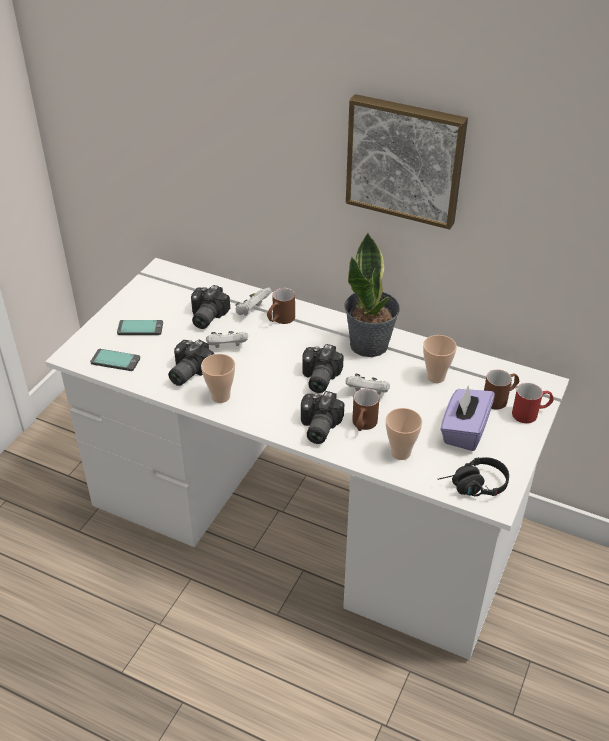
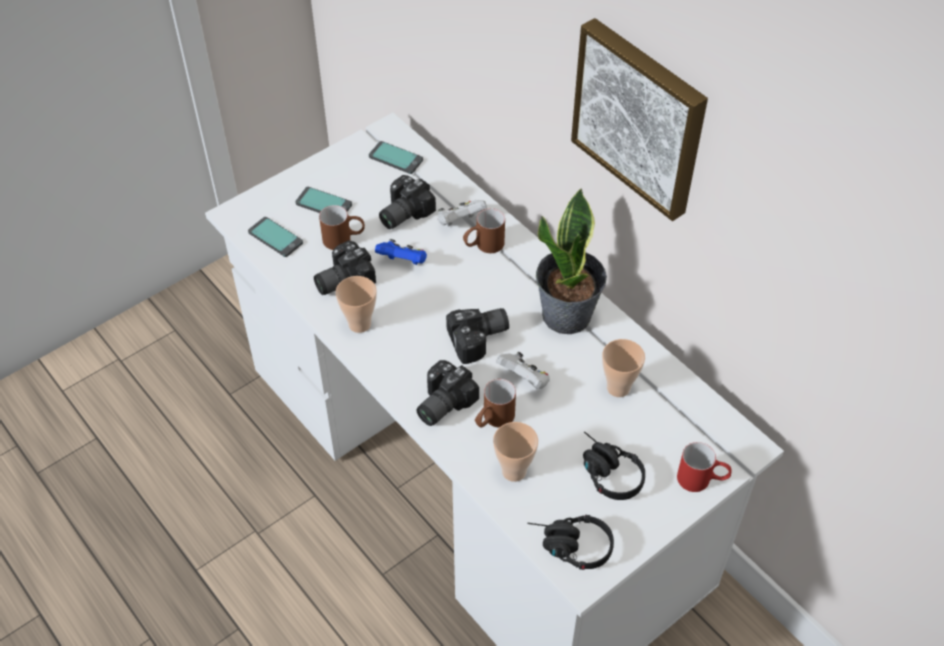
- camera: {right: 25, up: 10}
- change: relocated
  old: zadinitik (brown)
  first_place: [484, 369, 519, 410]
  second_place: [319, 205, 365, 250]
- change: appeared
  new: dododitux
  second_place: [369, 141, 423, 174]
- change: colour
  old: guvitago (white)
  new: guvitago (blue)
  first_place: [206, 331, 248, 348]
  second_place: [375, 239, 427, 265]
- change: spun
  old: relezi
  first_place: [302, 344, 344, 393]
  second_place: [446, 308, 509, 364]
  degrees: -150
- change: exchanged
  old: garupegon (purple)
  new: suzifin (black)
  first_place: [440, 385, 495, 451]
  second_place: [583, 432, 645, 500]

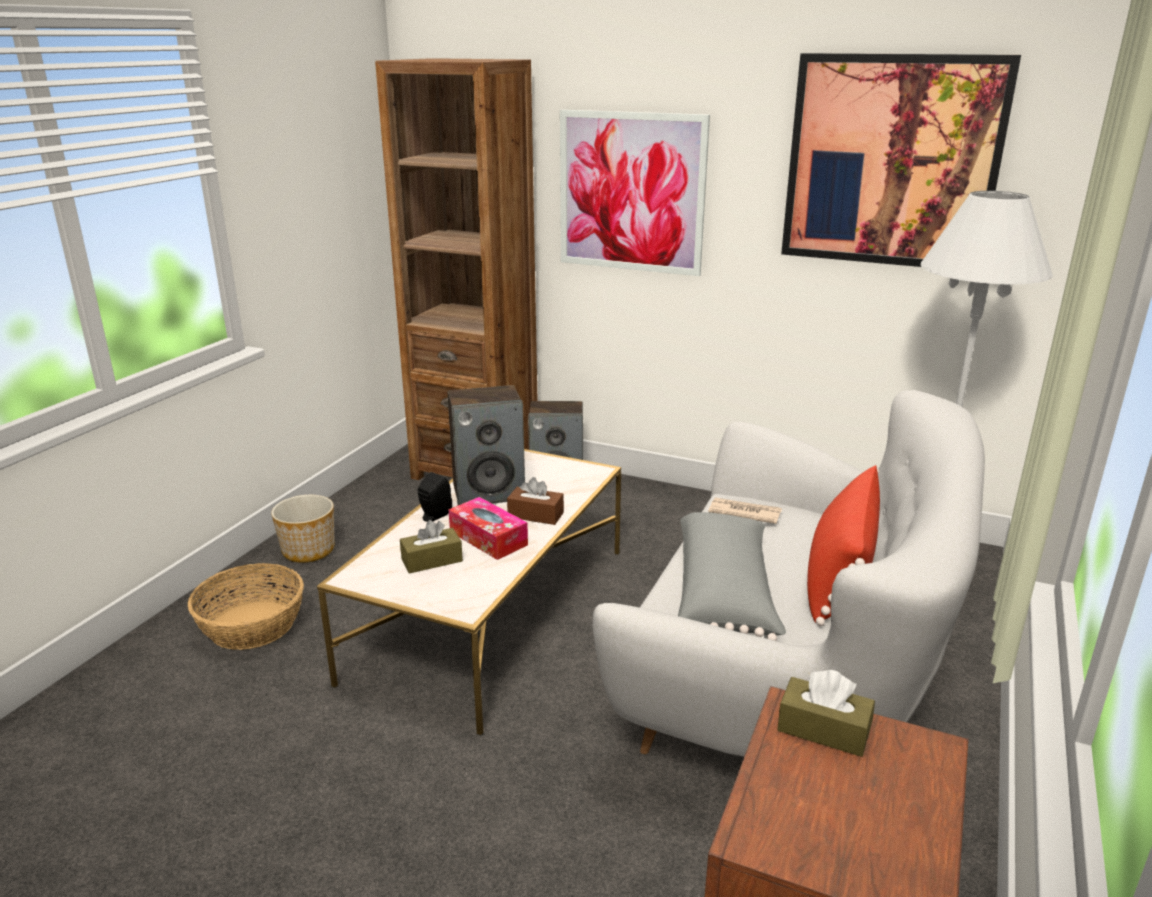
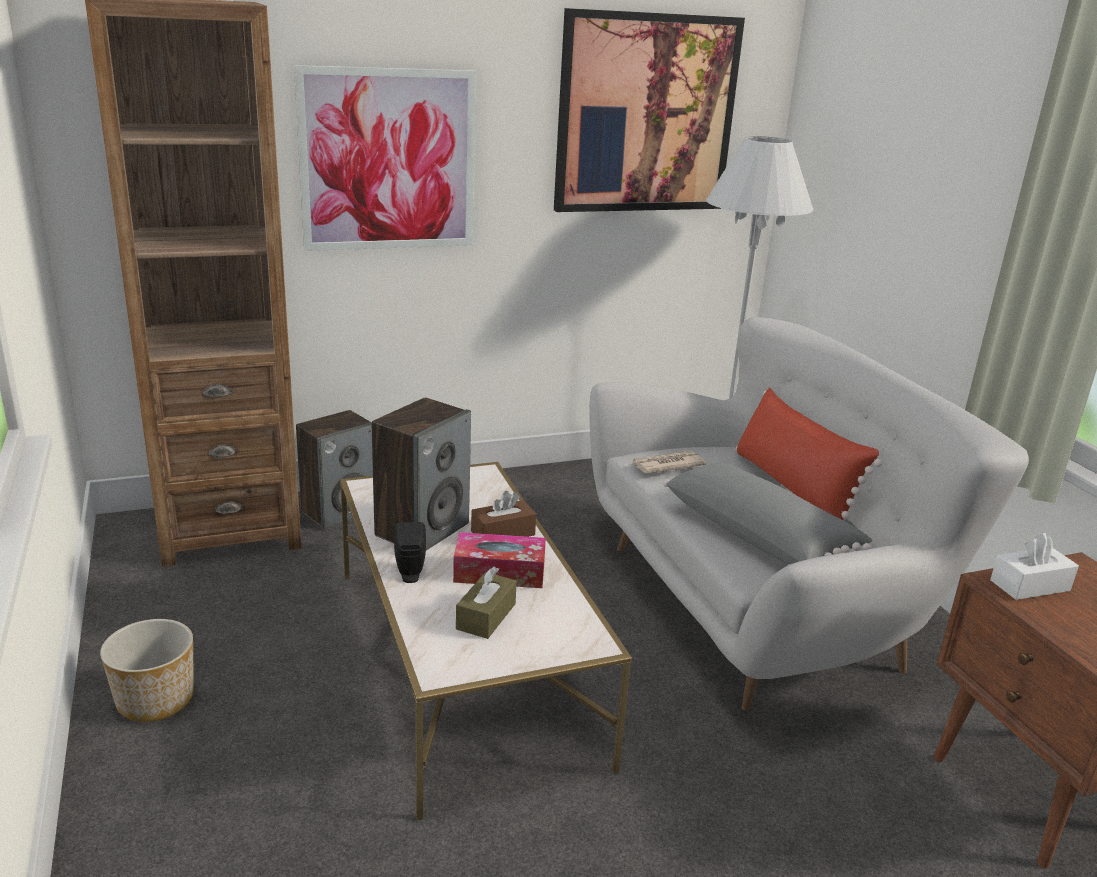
- camera: {right: -45, up: 0}
- change: colour
  old: garupegon (brown)
  new: garupegon (white)
  first_place: [777, 670, 875, 757]
  second_place: [990, 533, 1079, 600]
- change: missing
  old: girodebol
  first_place: [188, 563, 304, 650]

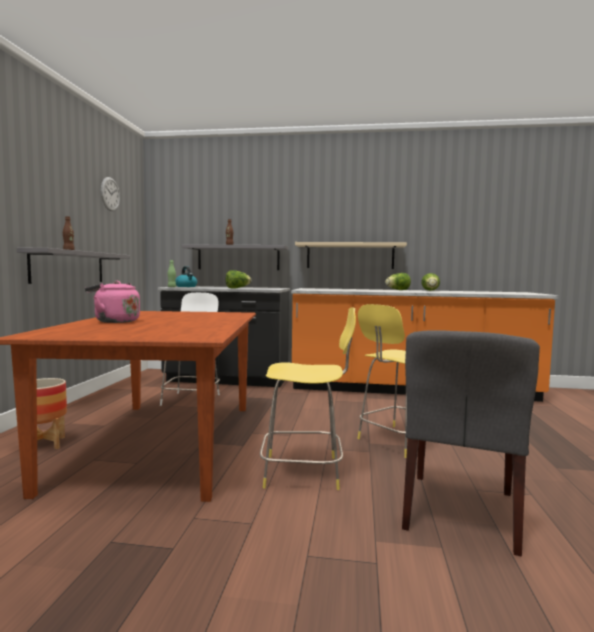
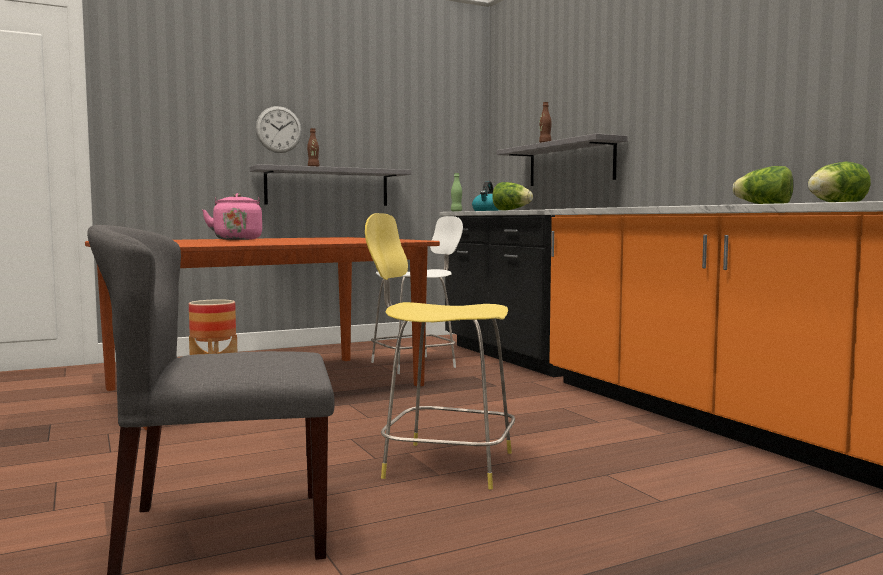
- camera: {right: 55, up: 0}
- change: relocated
  old: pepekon
  first_place: [101, 177, 120, 211]
  second_place: [256, 106, 302, 153]
- change: missing
  old: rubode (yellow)
  first_place: [260, 307, 356, 490]
- change: missing
  old: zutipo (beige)
  first_place: [295, 242, 407, 269]

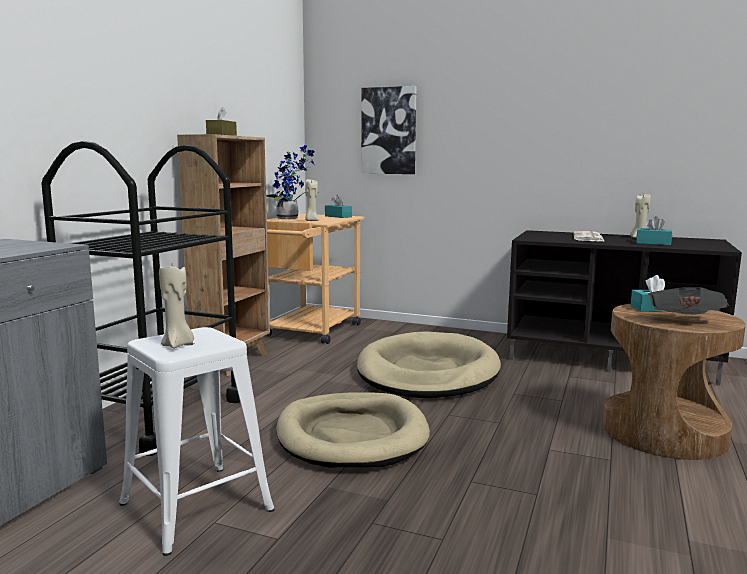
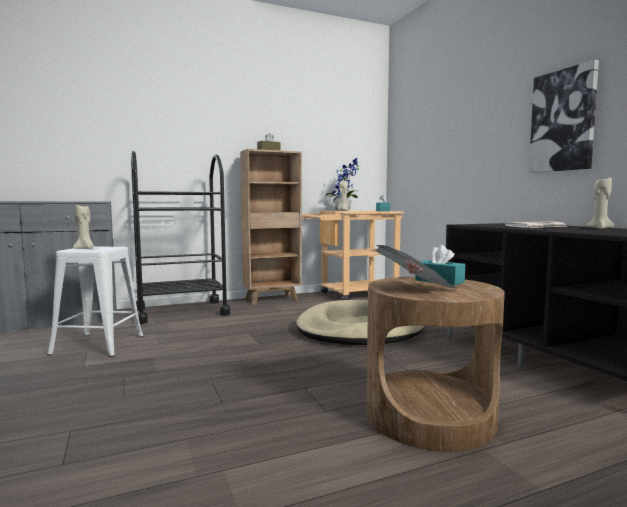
- camera: {right: 45, up: -5}
- change: relocated
  old: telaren
  first_place: [361, 86, 417, 174]
  second_place: [529, 60, 599, 173]
- change: missing
  old: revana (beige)
  first_place: [276, 392, 430, 468]
- change: missing
  old: garupegon (turquoise)
  first_place: [636, 216, 672, 245]

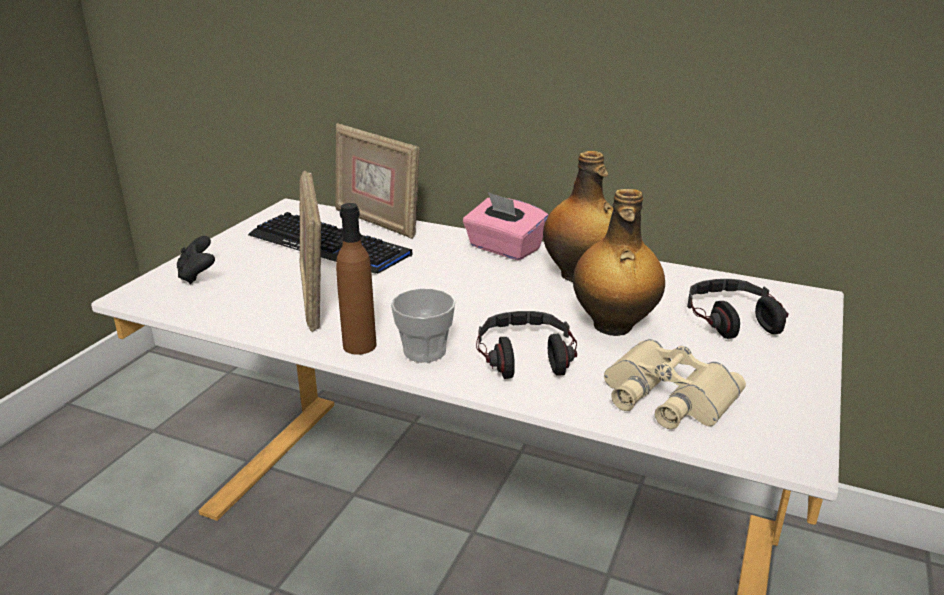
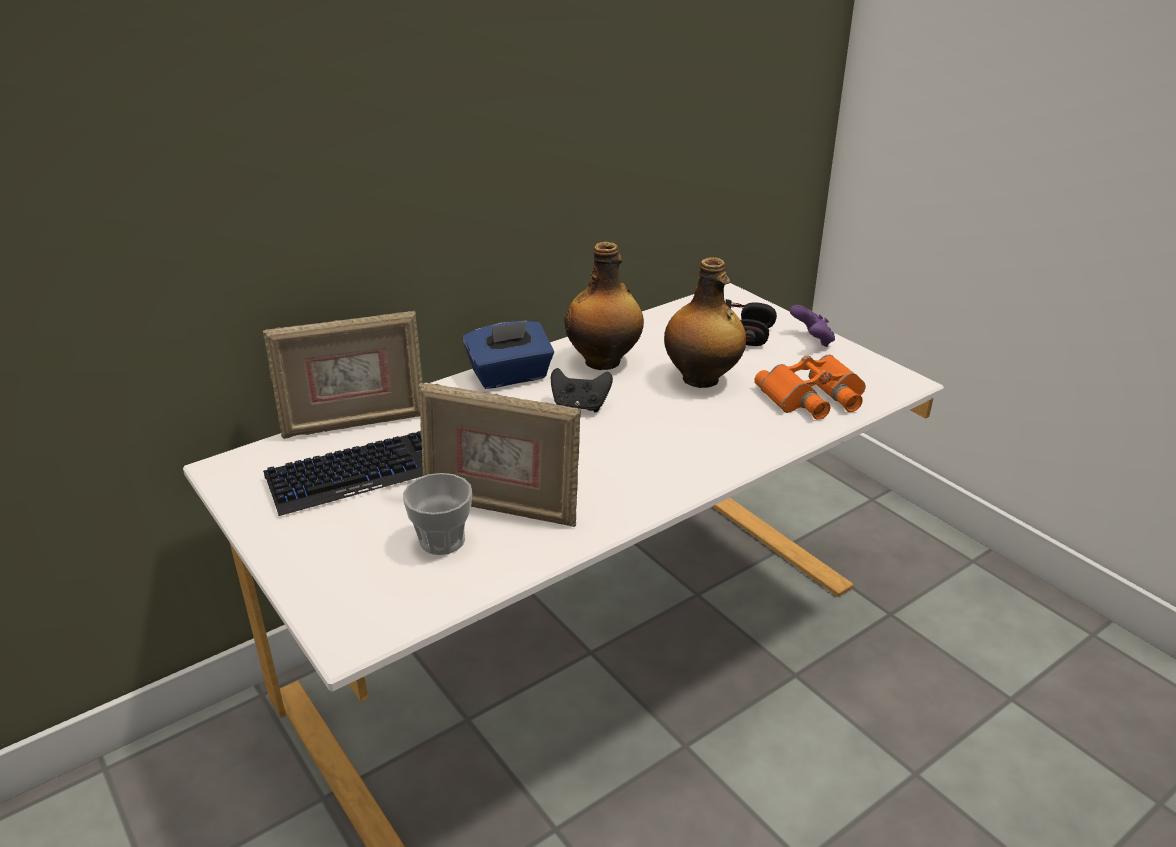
- camera: {right: -60, up: 5}
- change: relocated
  old: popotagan
  first_place: [391, 288, 456, 363]
  second_place: [403, 473, 472, 555]
- change: colour
  old: garupegon (pink)
  new: garupegon (blue)
  first_place: [463, 192, 549, 261]
  second_place: [463, 321, 554, 389]
- change: relocated
  old: guvitago (black)
  first_place: [177, 236, 215, 284]
  second_place: [551, 368, 613, 412]
- change: colour
  old: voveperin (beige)
  new: voveperin (orange)
  first_place: [604, 339, 746, 429]
  second_place: [754, 354, 866, 420]
- change: appeared
  new: guvitago (purple)
  second_place: [790, 305, 835, 347]
- change: missing
  old: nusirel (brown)
  first_place: [336, 203, 377, 355]
- change: missing
  old: suzifin
  first_place: [476, 311, 577, 379]

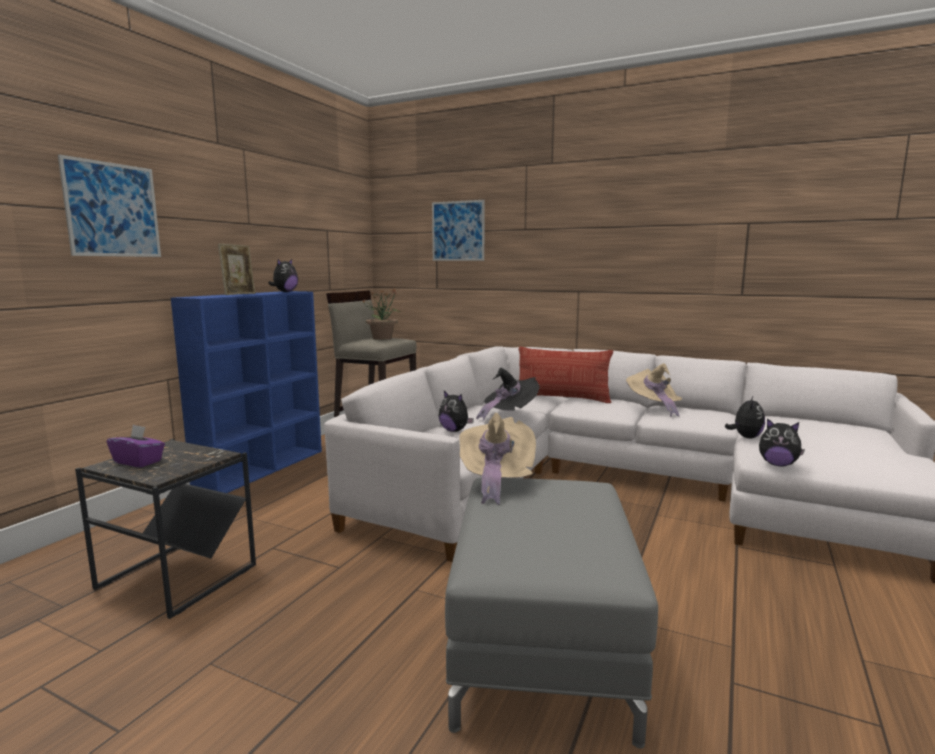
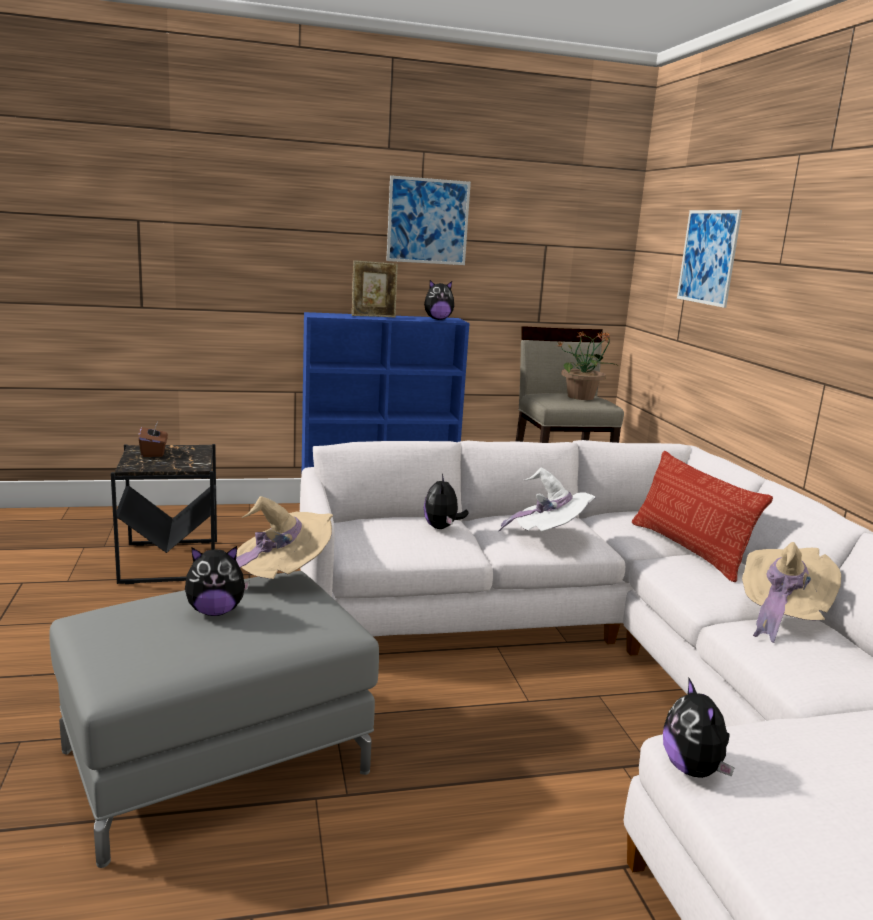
- camera: {right: 50, up: 5}
- change: colour
  old: garupegon (purple)
  new: garupegon (brown)
  first_place: [107, 425, 165, 467]
  second_place: [138, 420, 168, 457]
- change: relocated
  old: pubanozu
  first_place: [725, 396, 765, 438]
  second_place: [185, 546, 250, 616]
- change: relocated
  old: telaren
  first_place: [58, 154, 161, 257]
  second_place: [386, 175, 471, 265]
- change: colour
  old: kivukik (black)
  new: kivukik (white)
  first_place: [476, 368, 540, 421]
  second_place: [499, 467, 596, 531]

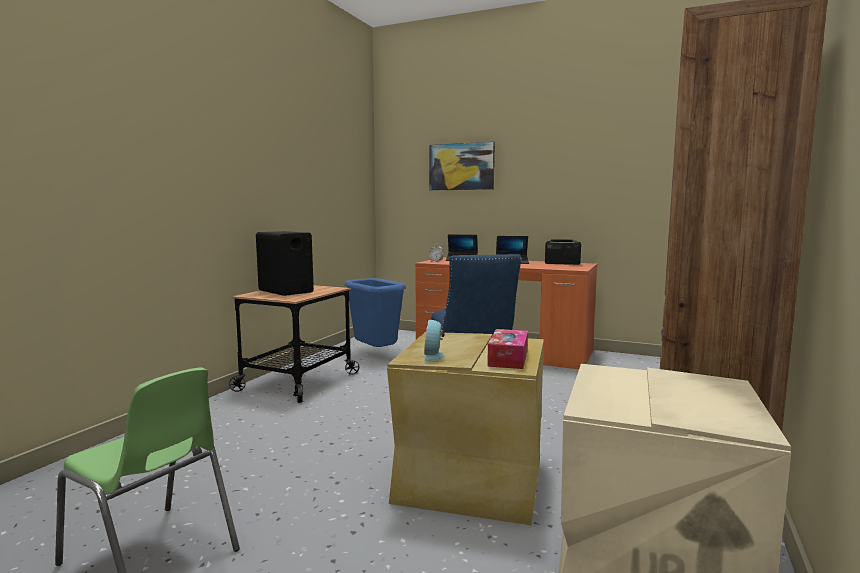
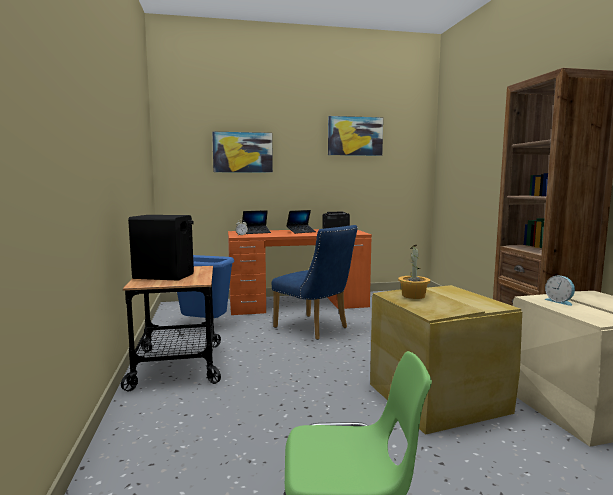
- camera: {right: -35, up: 0}
- change: appeared
  new: telaren
  second_place: [328, 116, 383, 156]
- change: appeared
  new: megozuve
  second_place: [398, 245, 430, 299]
- change: relocated
  old: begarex
  first_place: [424, 320, 445, 361]
  second_place: [544, 276, 575, 306]
- change: missing
  old: garupegon
  first_place: [487, 329, 528, 369]

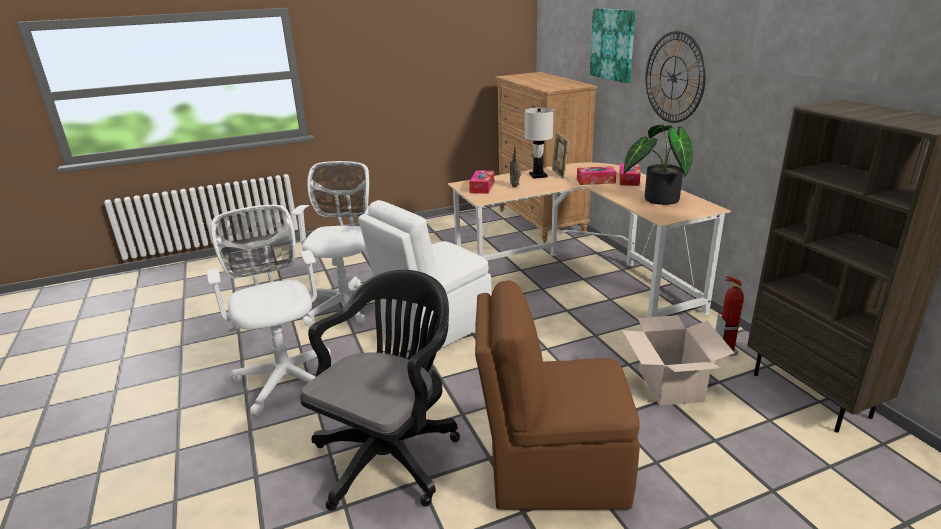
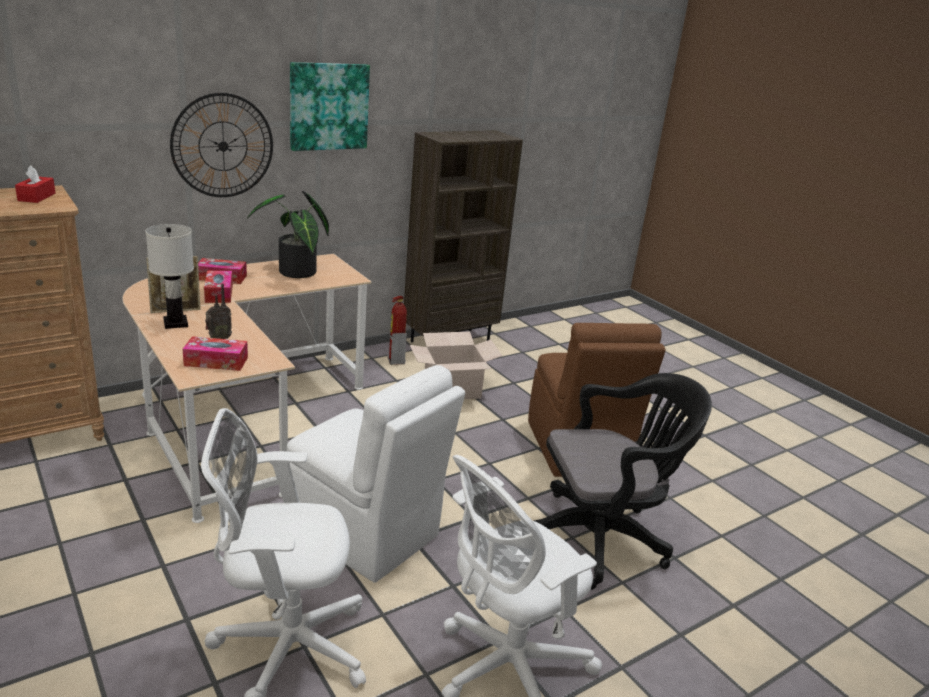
- camera: {right: -105, up: 0}
- change: appeared
  new: garupegon (red)
  second_place: [15, 166, 56, 203]
- change: relocated
  old: telaren
  first_place: [590, 8, 636, 83]
  second_place: [290, 62, 370, 151]
- change: spun
  old: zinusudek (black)
  first_place: [300, 270, 460, 511]
  second_place: [534, 373, 712, 590]
  degrees: 150

